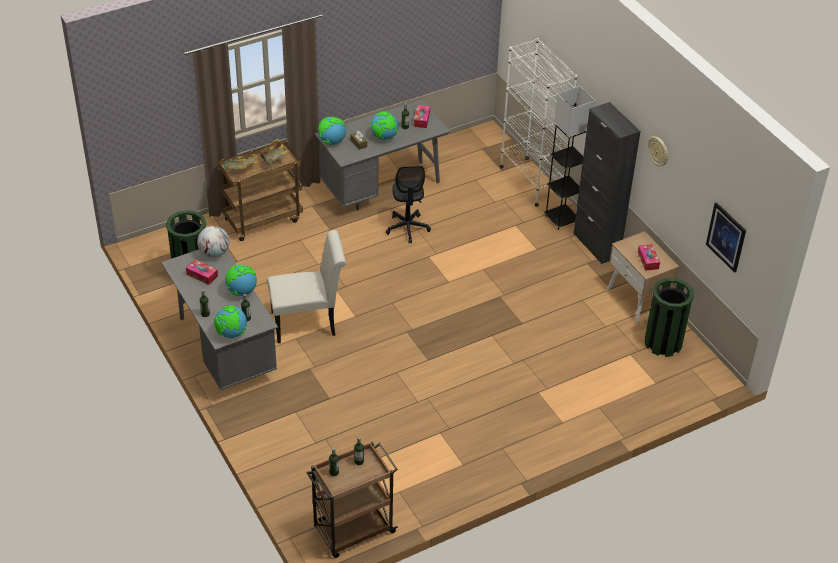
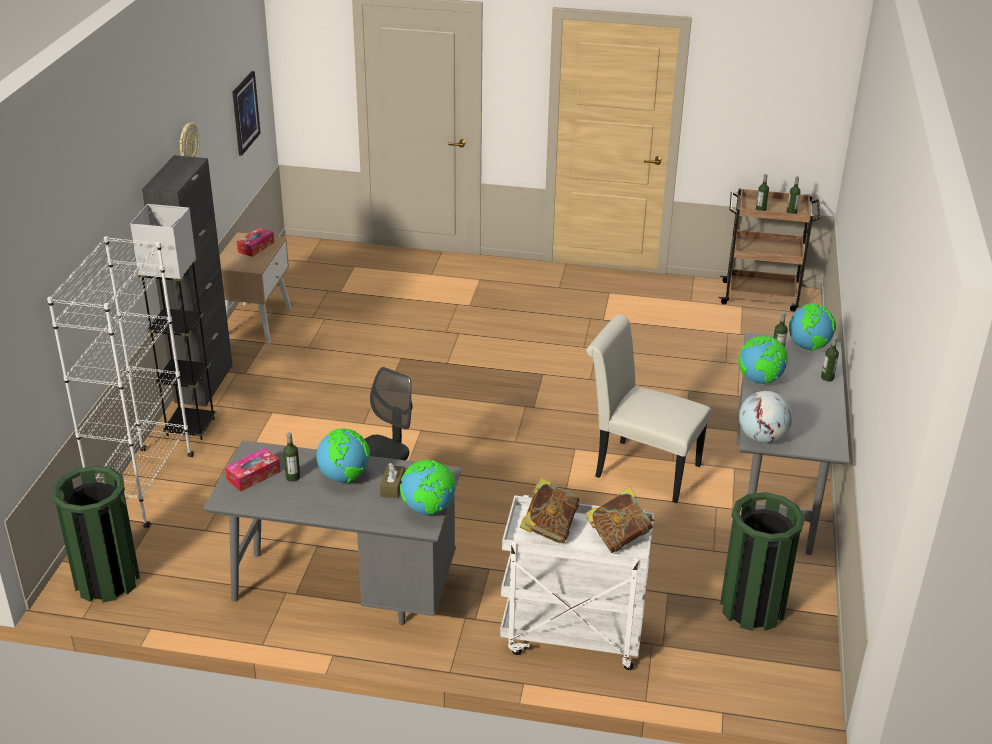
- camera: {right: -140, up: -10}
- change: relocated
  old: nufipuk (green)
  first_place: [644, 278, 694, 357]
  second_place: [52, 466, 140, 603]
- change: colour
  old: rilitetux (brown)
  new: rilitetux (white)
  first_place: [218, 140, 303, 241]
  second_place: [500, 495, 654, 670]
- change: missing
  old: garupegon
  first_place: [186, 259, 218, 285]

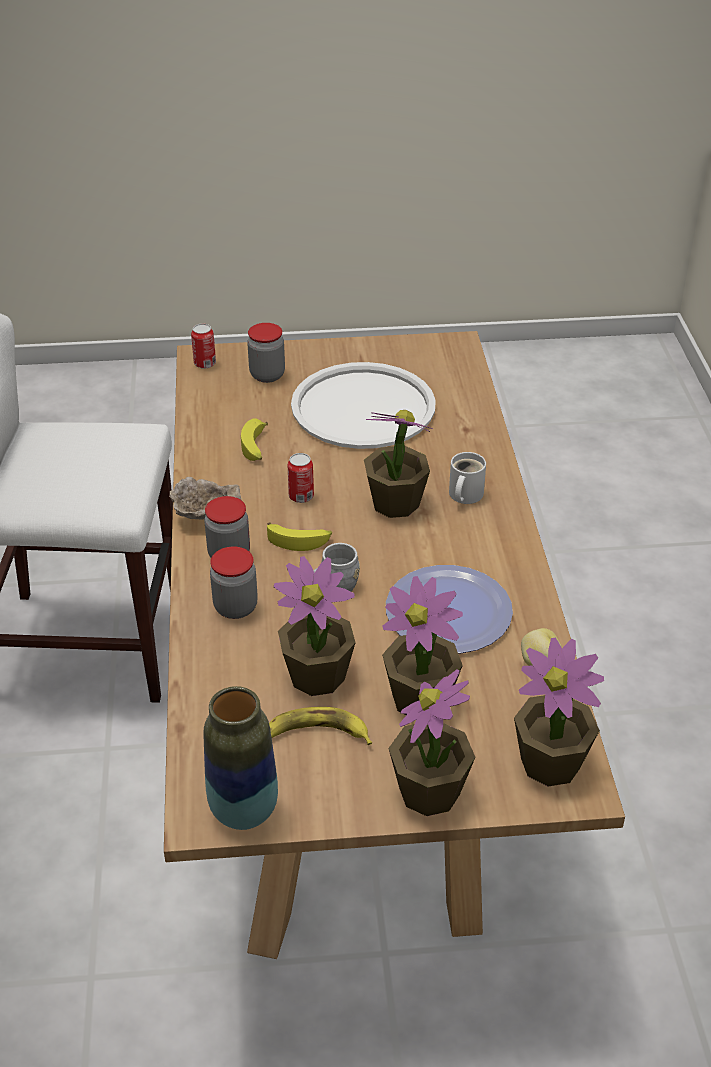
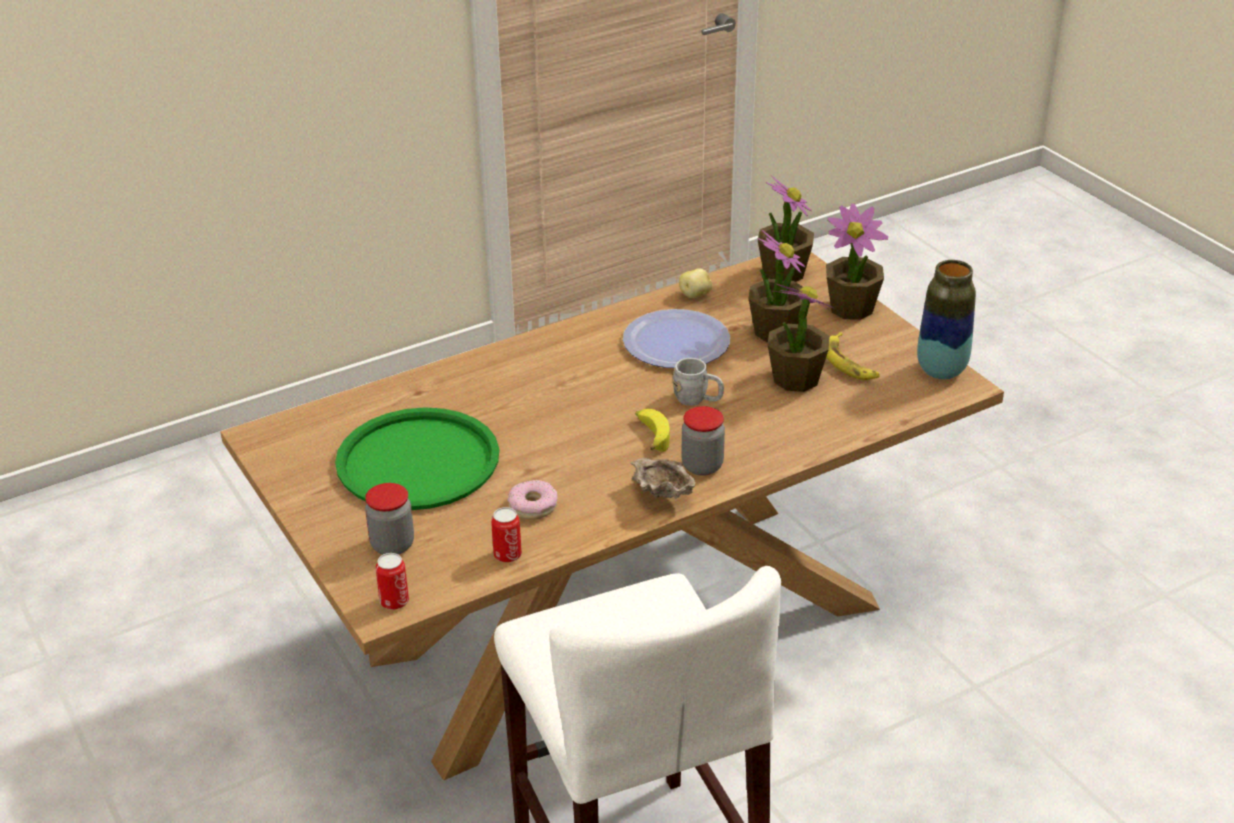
- camera: {right: -115, up: -5}
- change: colour
  old: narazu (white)
  new: narazu (green)
  first_place: [291, 362, 436, 449]
  second_place: [335, 407, 499, 510]
- change: relocated
  old: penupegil
  first_place: [288, 453, 314, 503]
  second_place: [491, 507, 522, 562]
- change: exchanged
  old: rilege
  new: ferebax
  first_place: [241, 418, 268, 461]
  second_place: [508, 480, 558, 520]
- change: missing
  old: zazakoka
  first_place: [210, 547, 258, 619]
- change: missing
  old: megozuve
  first_place: [364, 410, 433, 518]
- change: missing
  old: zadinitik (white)
  first_place: [449, 452, 486, 504]

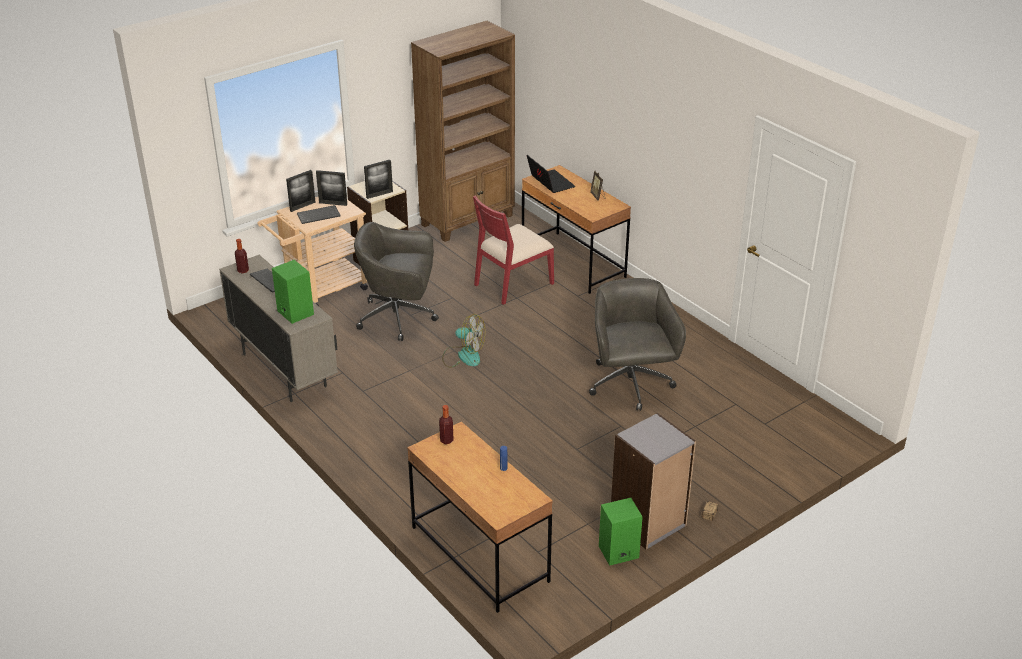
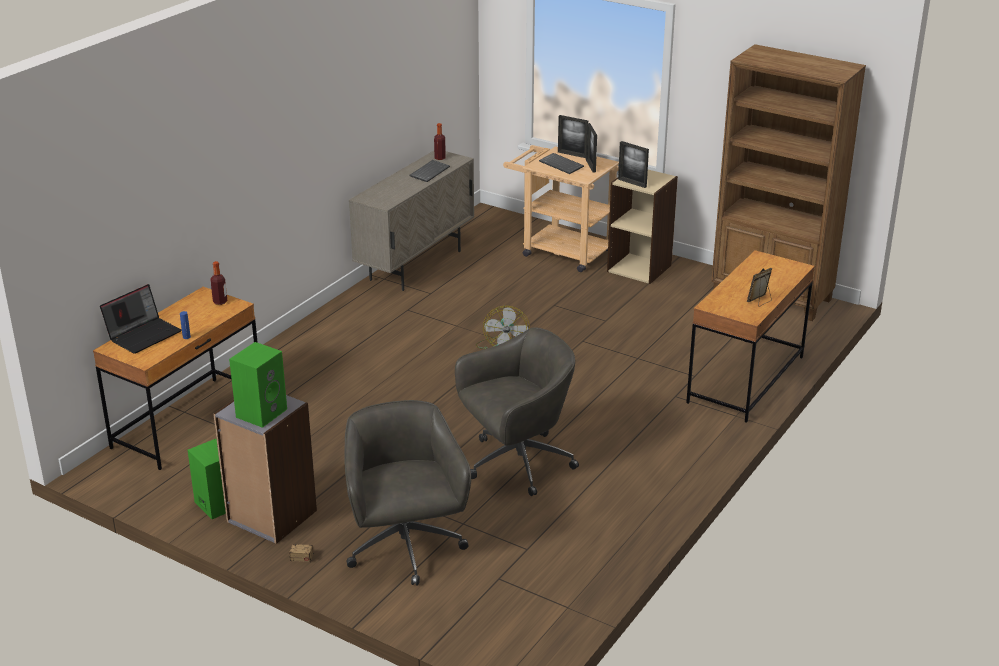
- camera: {right: 70, up: -5}
- change: relocated
  old: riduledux
  first_place: [526, 155, 575, 193]
  second_place: [100, 284, 182, 354]
- change: relocated
  old: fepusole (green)
  first_place: [272, 260, 314, 324]
  second_place: [229, 342, 287, 428]
- change: relocated
  old: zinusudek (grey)
  first_place: [354, 222, 439, 341]
  second_place: [345, 400, 471, 586]
- change: missing
  old: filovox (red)
  first_place: [473, 196, 554, 305]

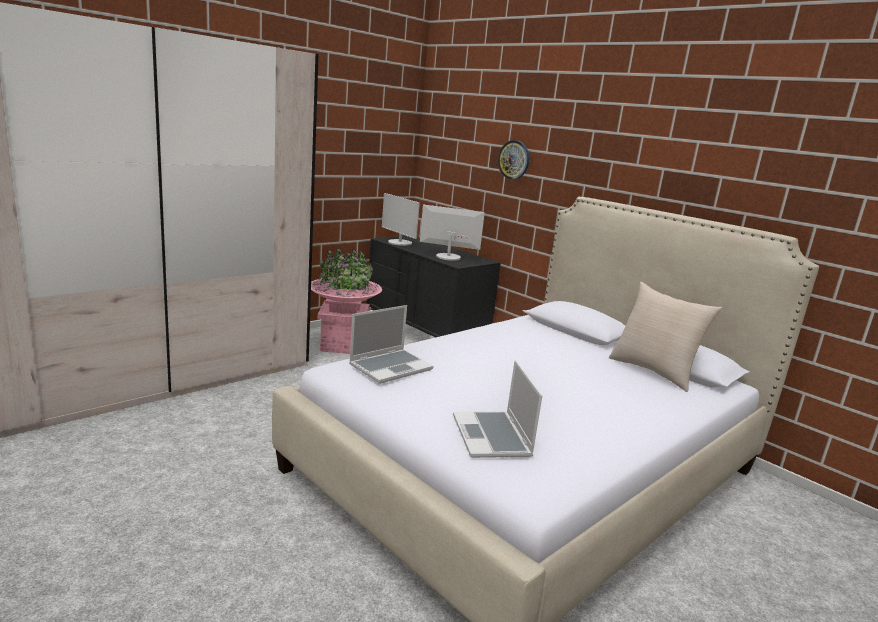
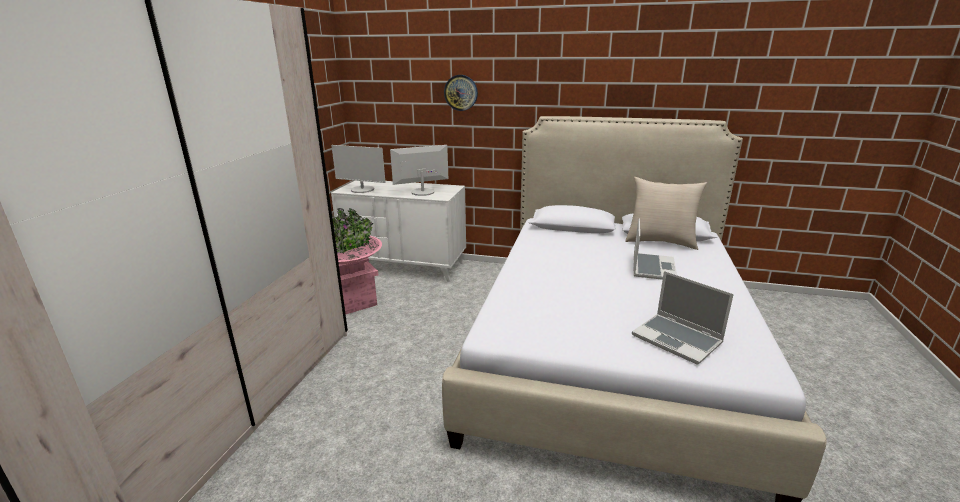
- camera: {right: -30, up: 5}
- change: colour
  old: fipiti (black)
  new: fipiti (white)
  first_place: [367, 236, 501, 338]
  second_place: [331, 181, 466, 282]
- change: relocated
  old: riduledux
  first_place: [349, 305, 433, 384]
  second_place: [634, 218, 677, 280]

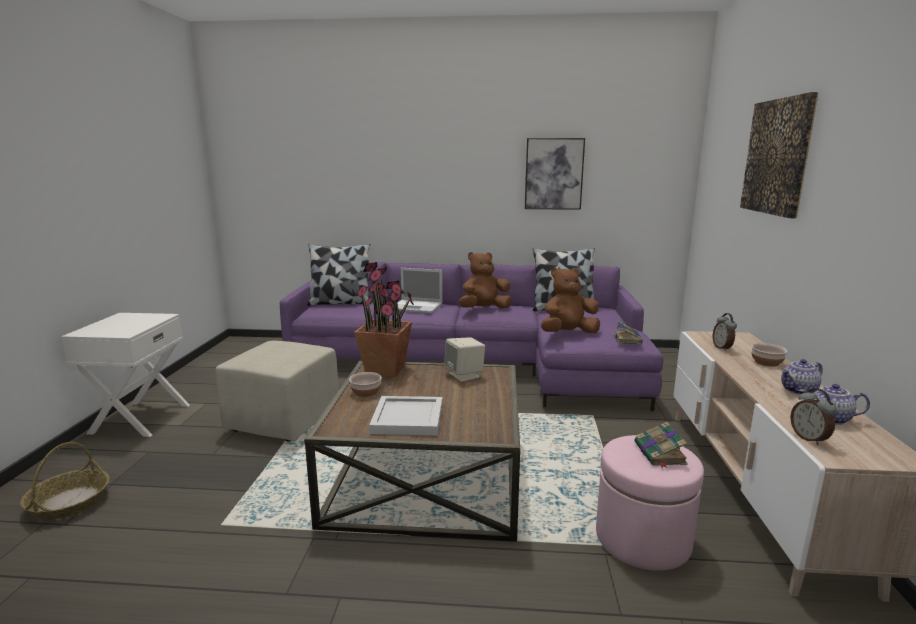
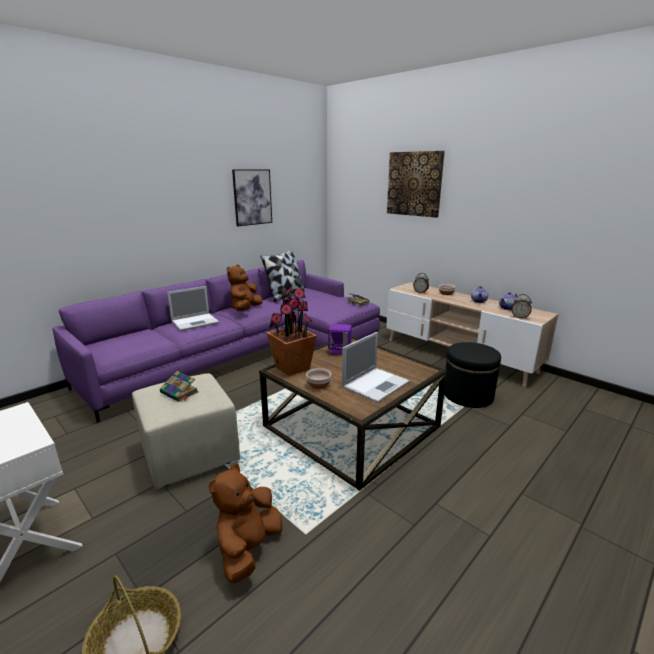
- camera: {right: -50, up: 5}
- change: relocated
  old: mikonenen
  first_place: [635, 422, 688, 468]
  second_place: [160, 371, 199, 402]
- change: relocated
  old: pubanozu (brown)
  first_place: [541, 267, 600, 333]
  second_place: [209, 463, 283, 583]
- change: colour
  old: fepusole (beige)
  new: fepusole (purple)
  first_place: [444, 337, 485, 382]
  second_place: [328, 324, 352, 354]
- change: exchanged
  old: narazu (white)
  new: riduledux
  first_place: [369, 396, 442, 435]
  second_place: [342, 332, 410, 403]
- change: colour
  old: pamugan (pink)
  new: pamugan (black)
  first_place: [596, 435, 704, 571]
  second_place: [444, 342, 501, 408]
- change: missing
  old: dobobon
  first_place: [307, 244, 371, 306]

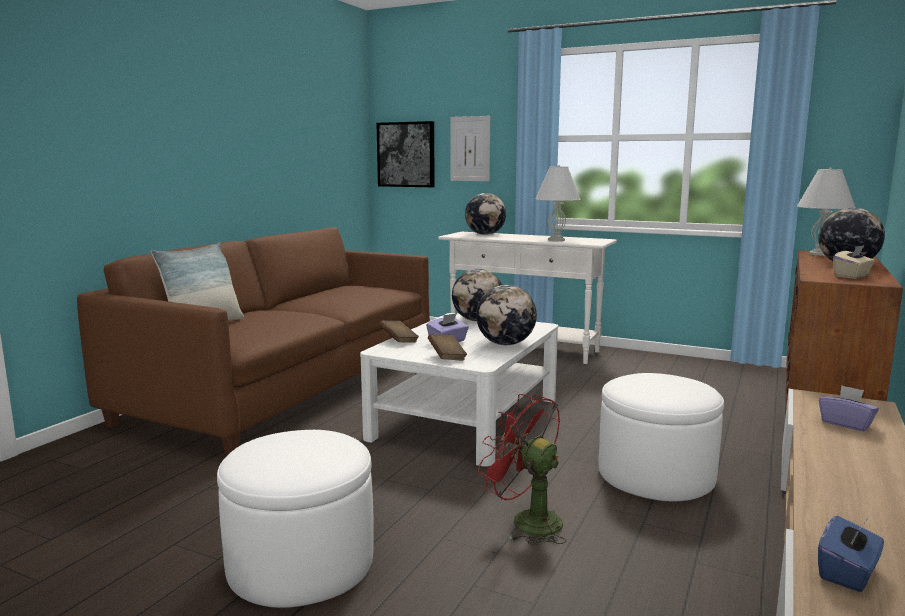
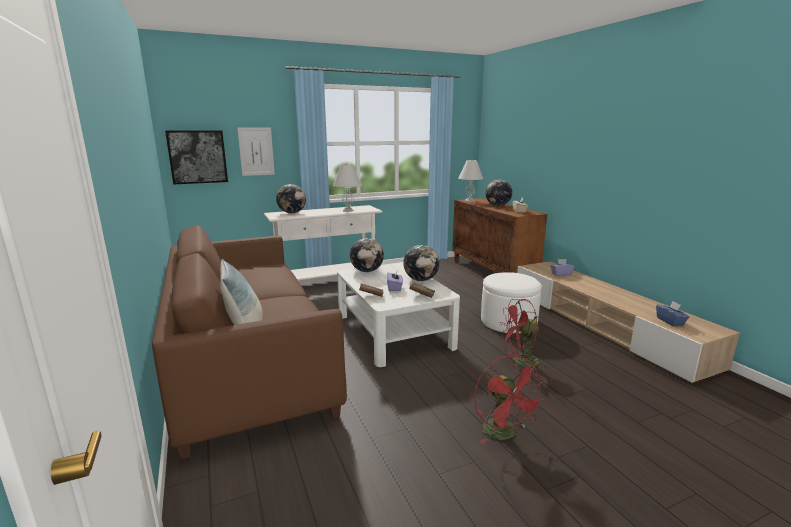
- camera: {right: -50, up: 5}
- change: exchanged
  old: pamugan (white)
  new: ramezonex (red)
  first_place: [217, 430, 374, 608]
  second_place: [474, 355, 547, 444]

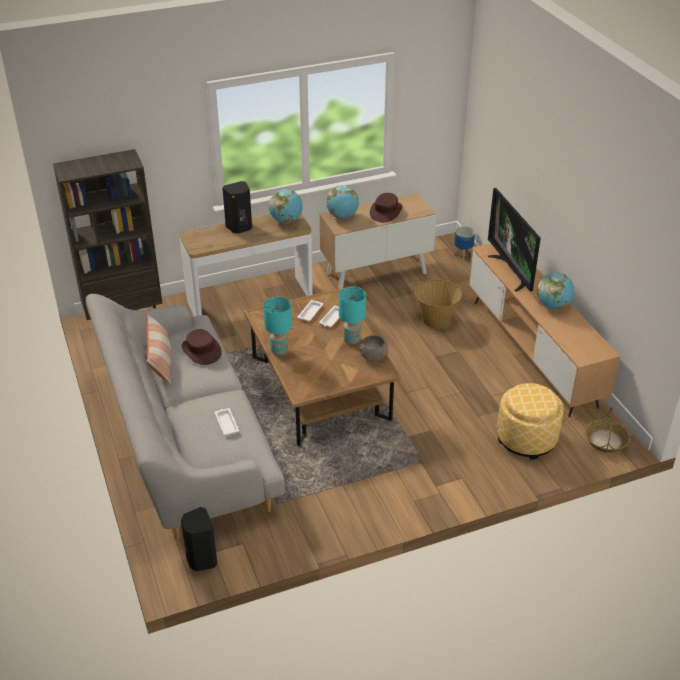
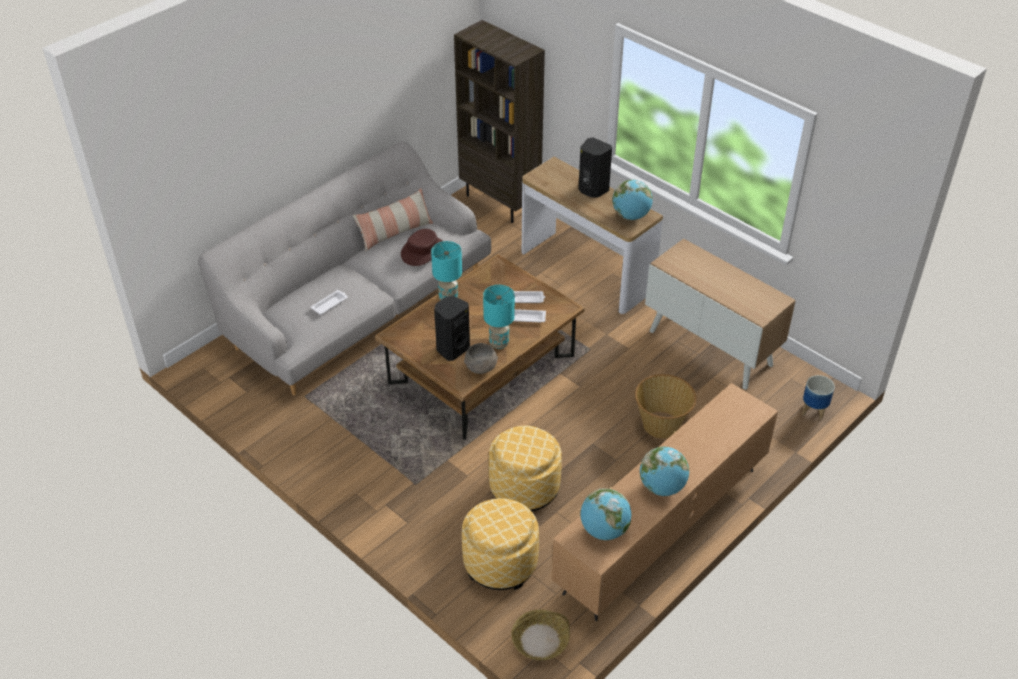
- camera: {right: 65, up: 5}
- change: relocated
  old: fepusole (black)
  first_place: [181, 507, 217, 571]
  second_place: [434, 296, 470, 361]
- change: appeared
  new: pamugan
  second_place: [489, 426, 562, 511]
- change: relocated
  old: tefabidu
  first_place: [326, 186, 359, 219]
  second_place: [580, 489, 631, 540]
- change: missing
  old: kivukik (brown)
  first_place: [370, 193, 402, 222]
- change: missing
  old: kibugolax
  first_place: [488, 188, 541, 292]

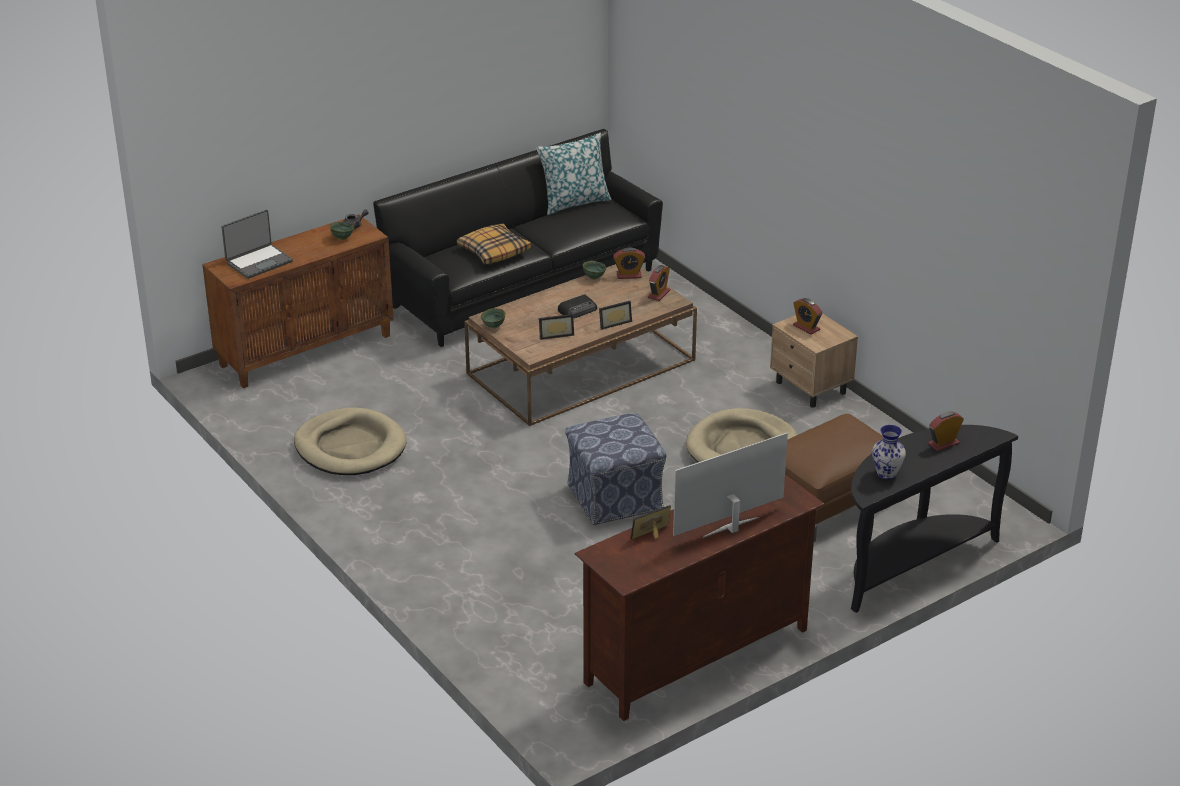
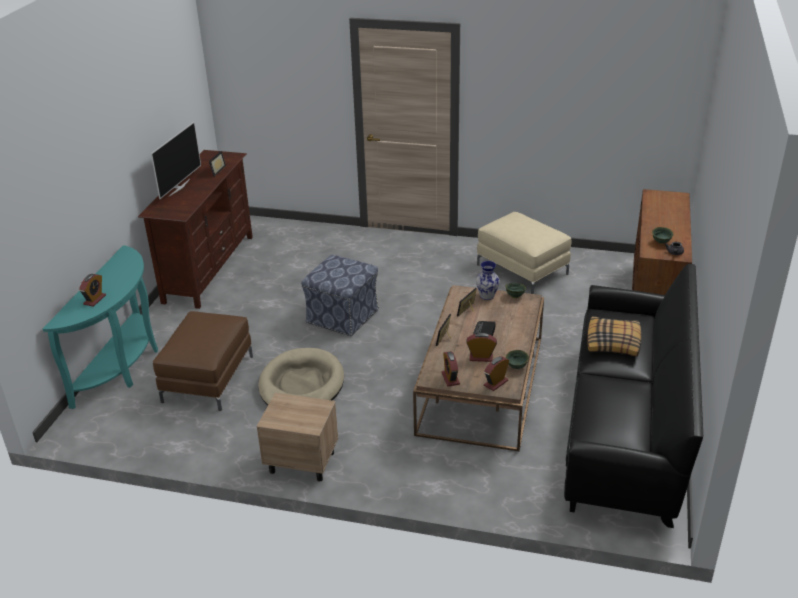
- camera: {right: 140, up: 0}
- change: colour
  old: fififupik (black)
  new: fififupik (turquoise)
  first_place: [851, 425, 1018, 613]
  second_place: [43, 245, 158, 409]
- change: relocated
  old: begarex
  first_place: [793, 298, 822, 335]
  second_place: [466, 333, 497, 362]
- change: relocated
  old: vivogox
  first_place: [872, 425, 906, 479]
  second_place: [476, 261, 500, 300]
- change: exchanged
  old: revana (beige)
  new: pamugan (beige)
  first_place: [294, 407, 407, 475]
  second_place: [477, 212, 571, 294]
- change: missing
  old: riduledux
  first_place: [222, 210, 293, 279]
- change: missing
  old: dobobon
  first_place: [536, 133, 612, 215]

